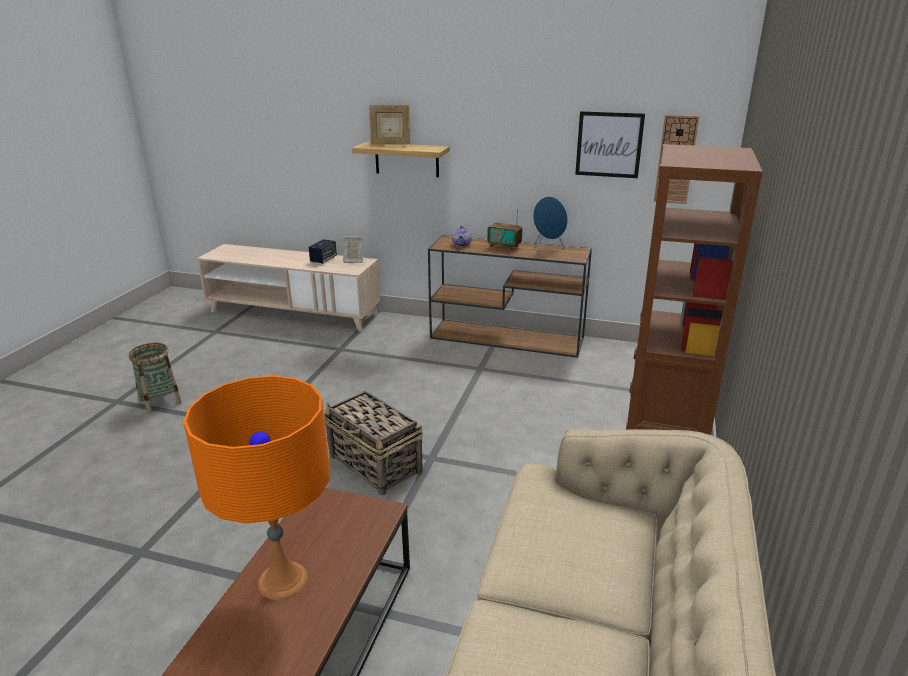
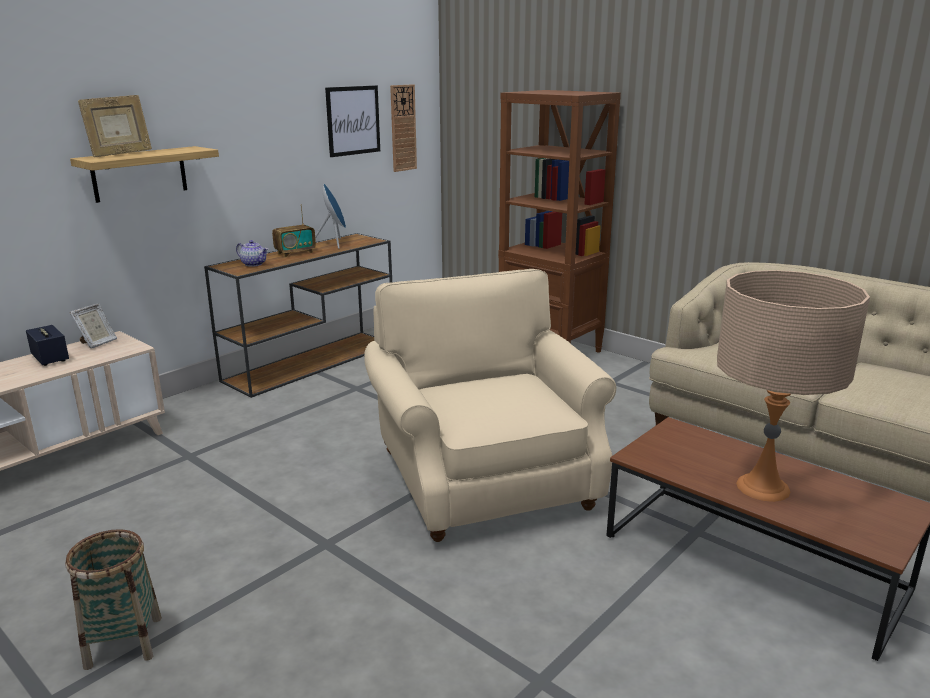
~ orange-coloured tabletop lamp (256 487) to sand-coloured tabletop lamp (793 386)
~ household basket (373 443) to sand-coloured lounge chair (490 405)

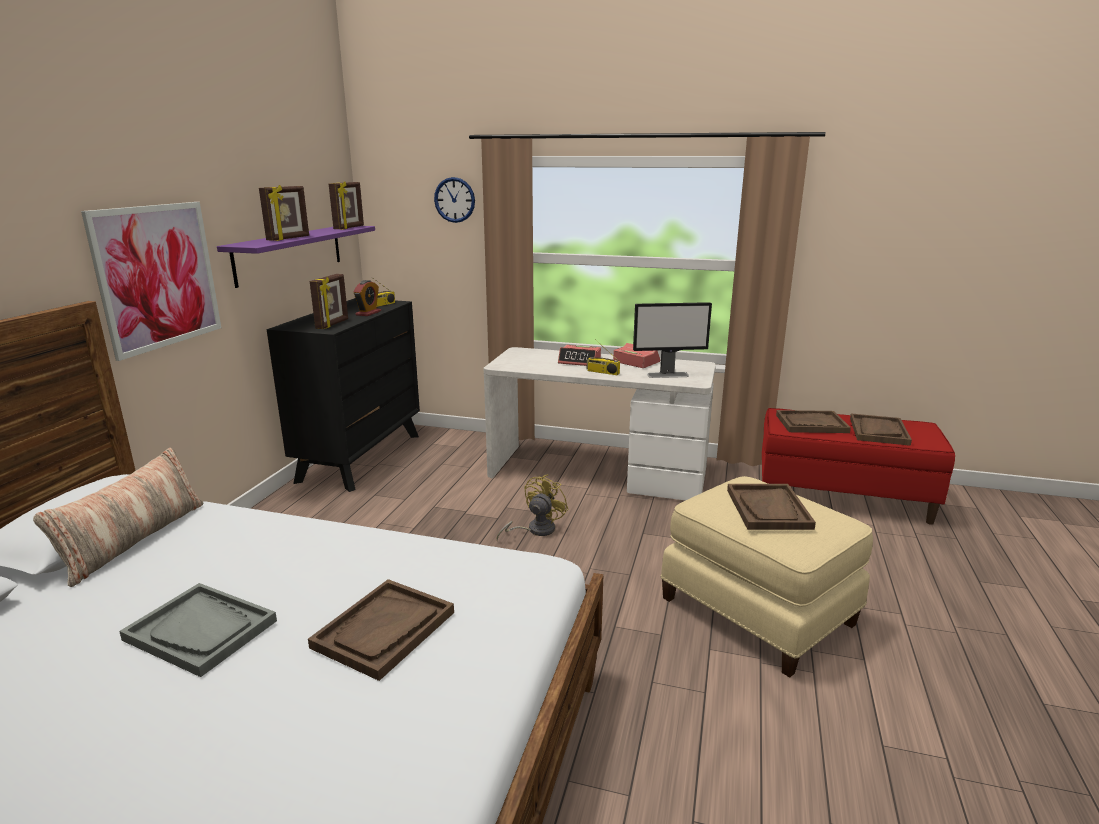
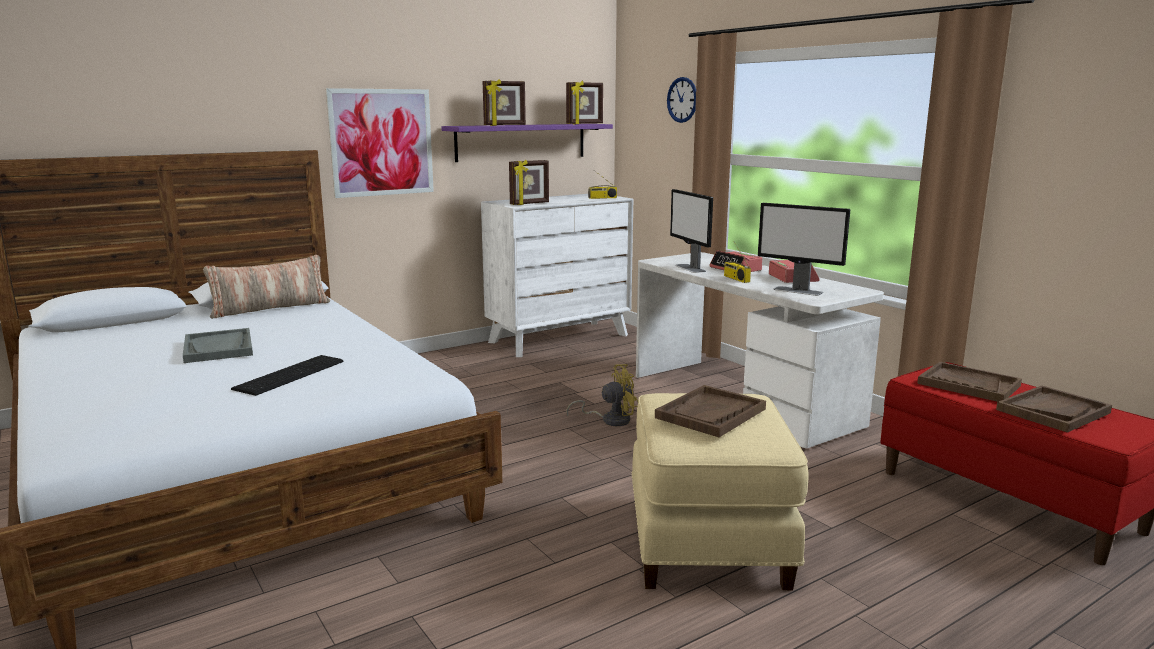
- table clock (367 298)
~ blackish drawer chest (343 395) to white drawer chest (557 275)
~ brownish serving tray (381 630) to keyboard (287 375)
+ monitor (691 231)

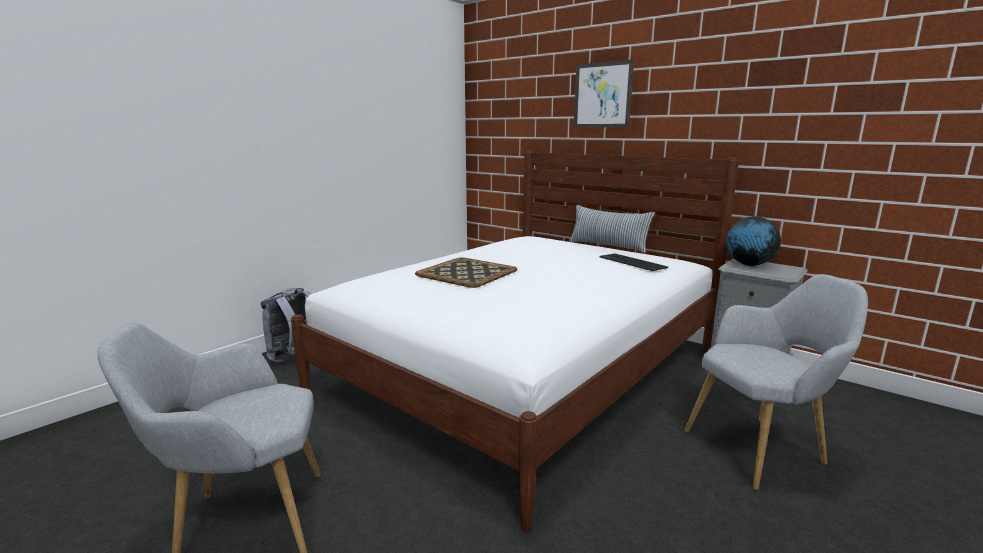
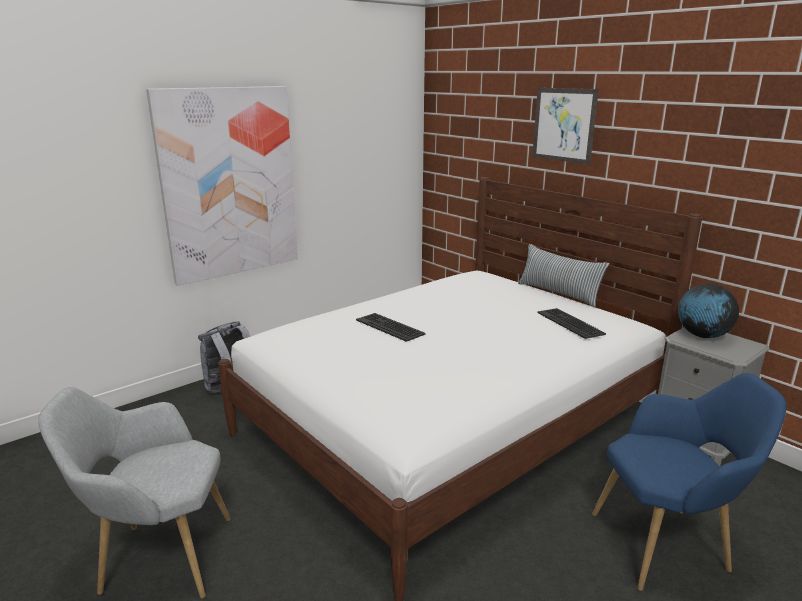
~ serving tray (466 272) to keyboard (390 327)
~ grey lounge chair (776 382) to bluish lounge chair (689 482)
+ wall art (222 186)

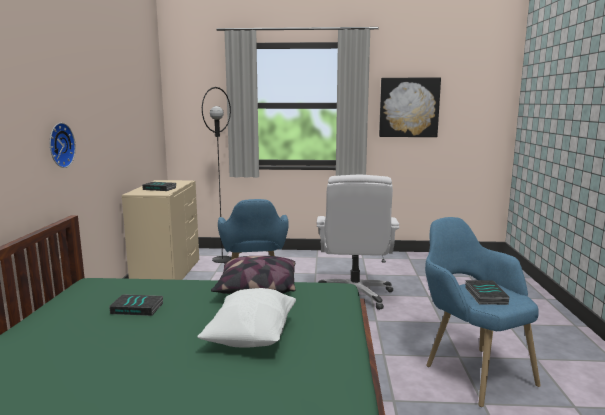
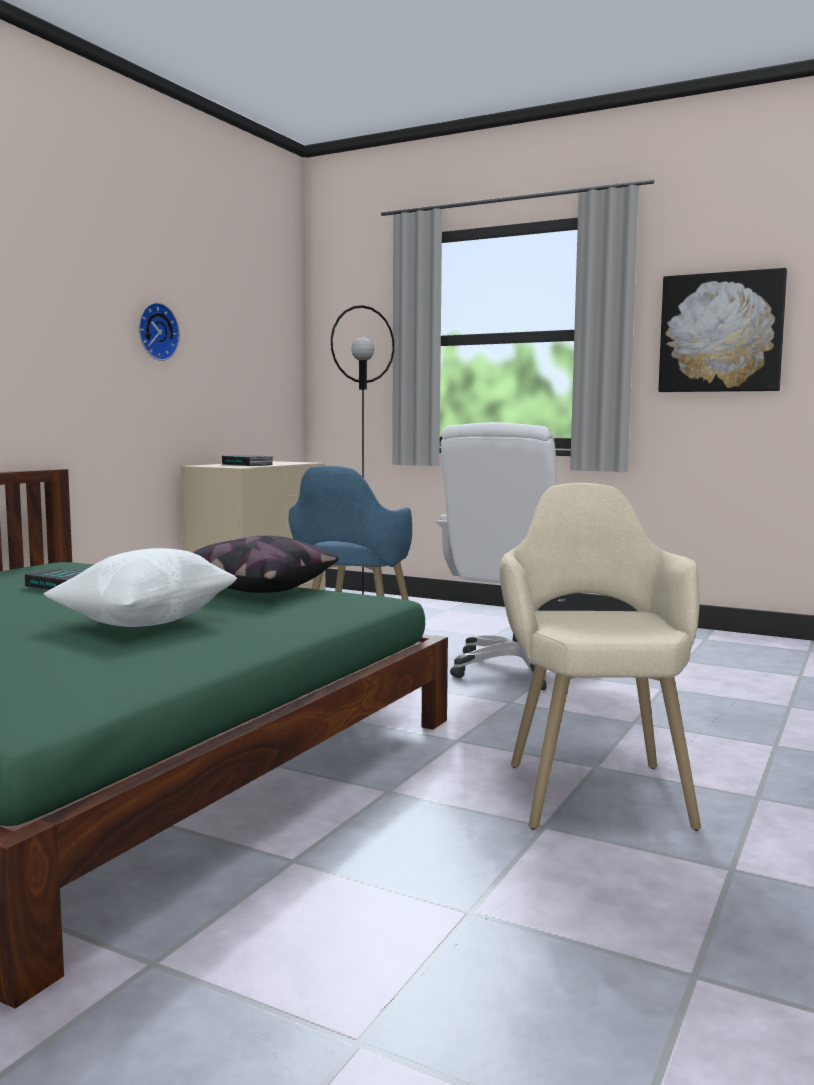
~ clock on the wall (63 145) to (159 331)
~ bluish lounge chair (483 312) to sand-coloured lounge chair (600 657)
- book (487 292)

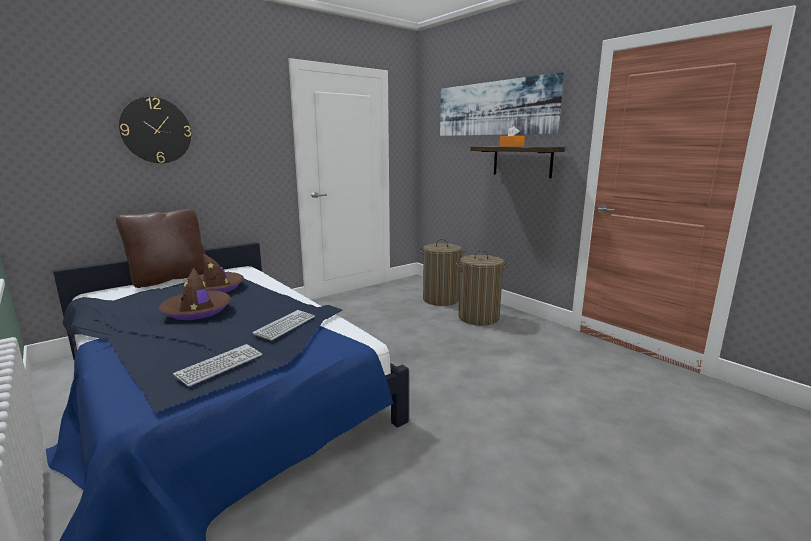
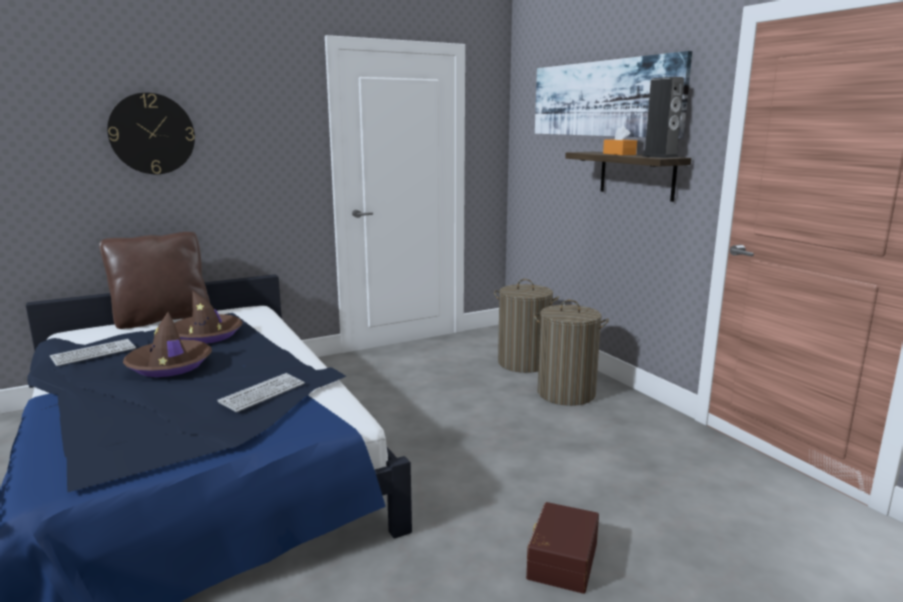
~ keyboard (217 365) to (93 352)
+ audio speaker (663 117)
+ brownish storage box (562 548)

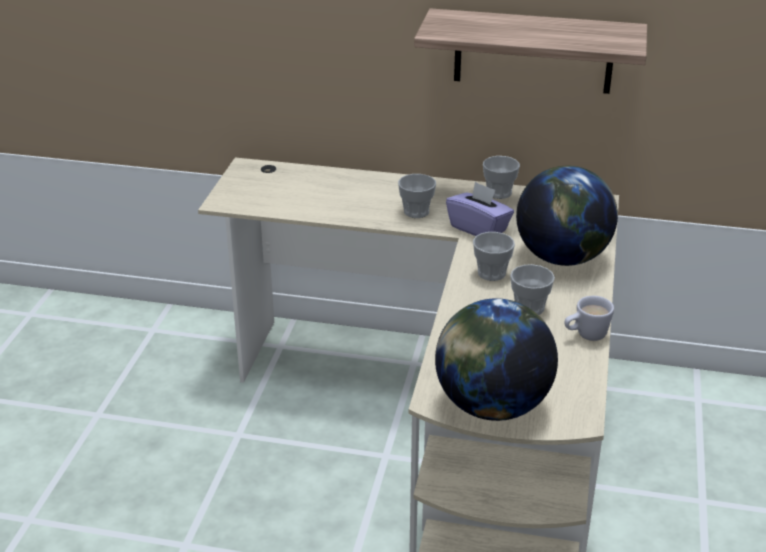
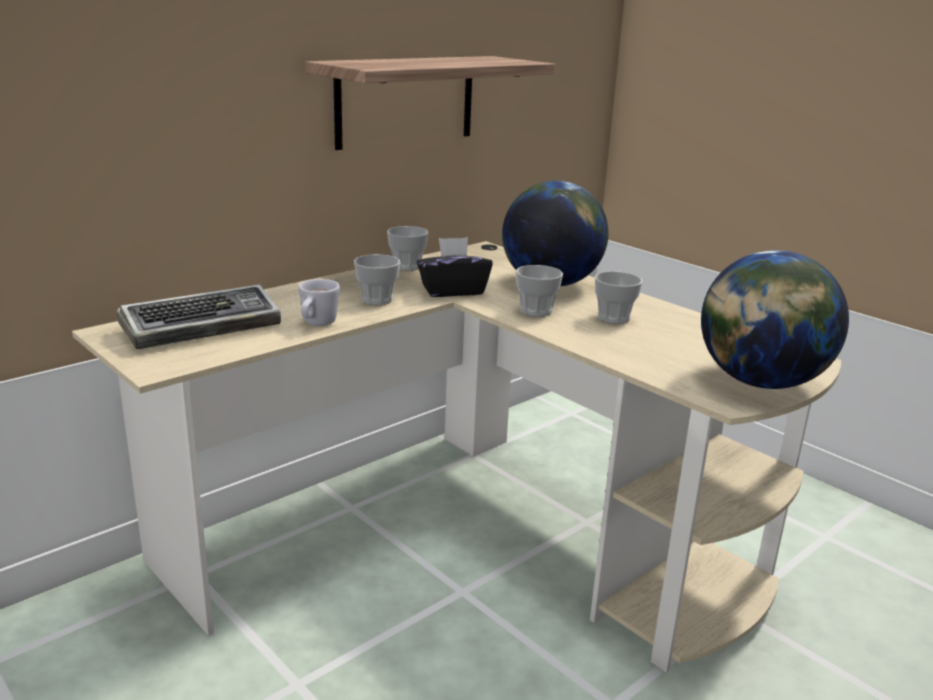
~ purple-coloured box of tissues (480 209) to blackish box of tissues (455 267)
~ white mug (589 318) to (319 302)
+ keyboard (199 317)

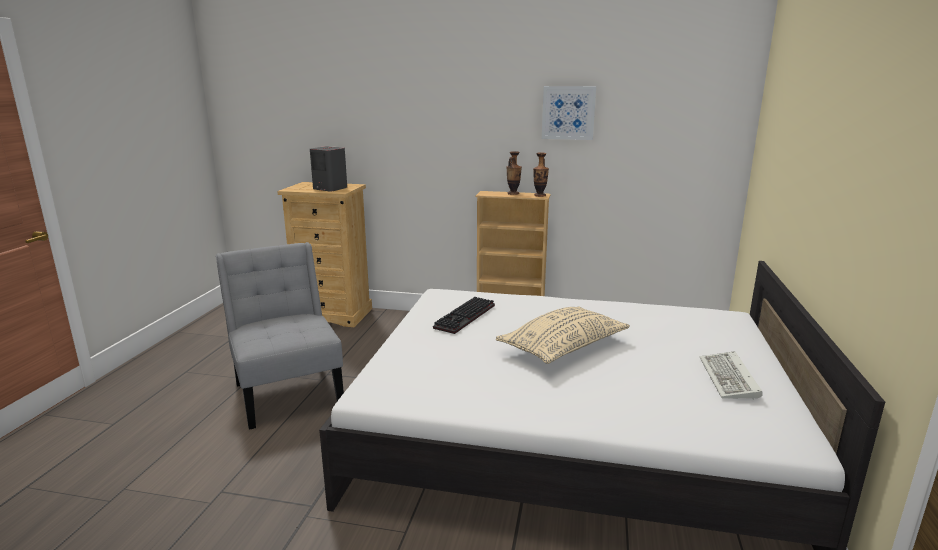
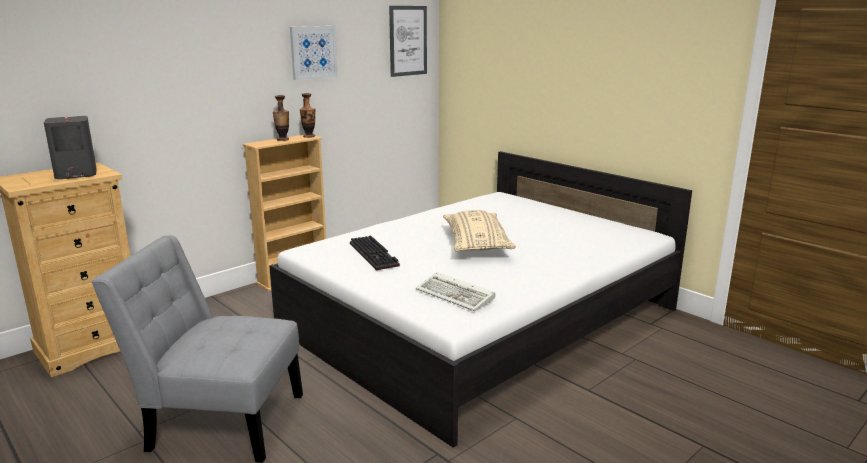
~ keyboard (731 375) to (456 291)
+ wall art (408 41)

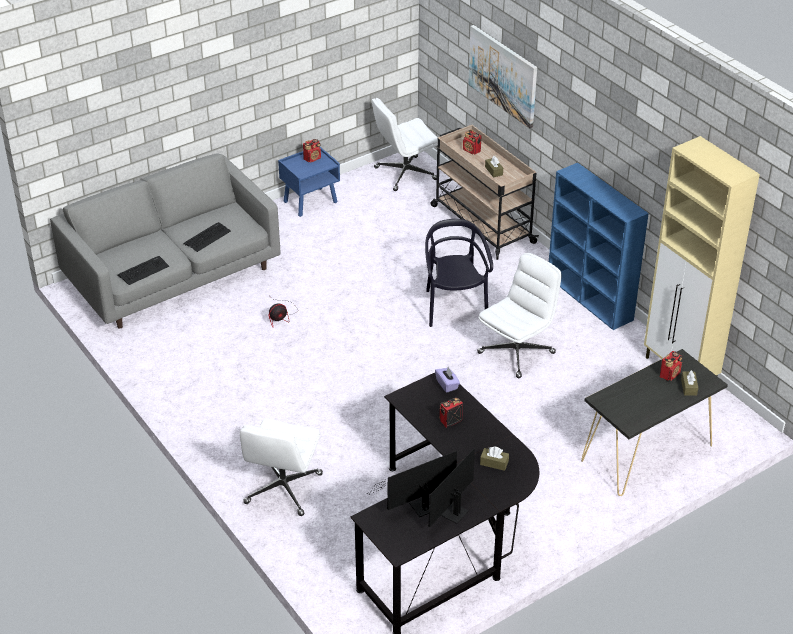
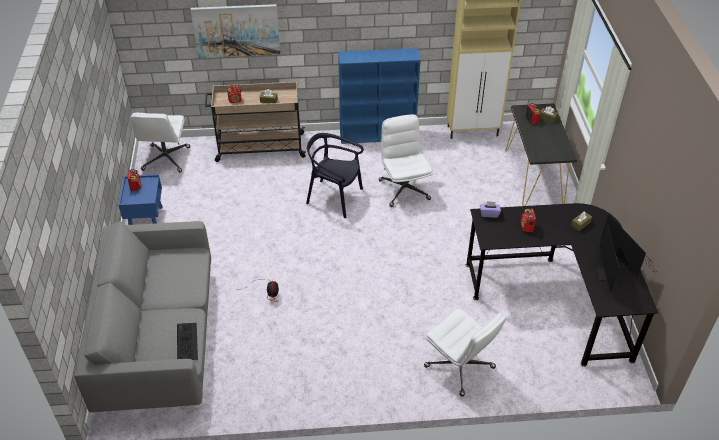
- keyboard (207 237)

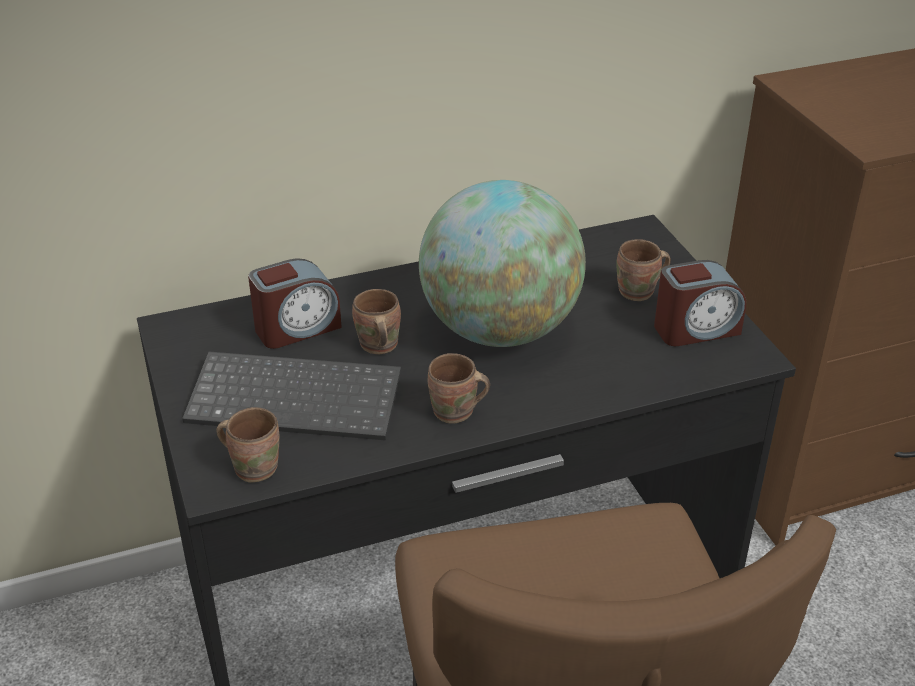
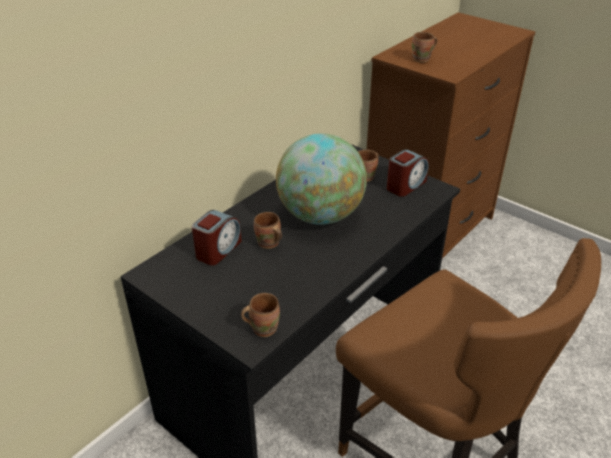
- keyboard (291 396)
~ brownish mug (459 388) to (424 47)

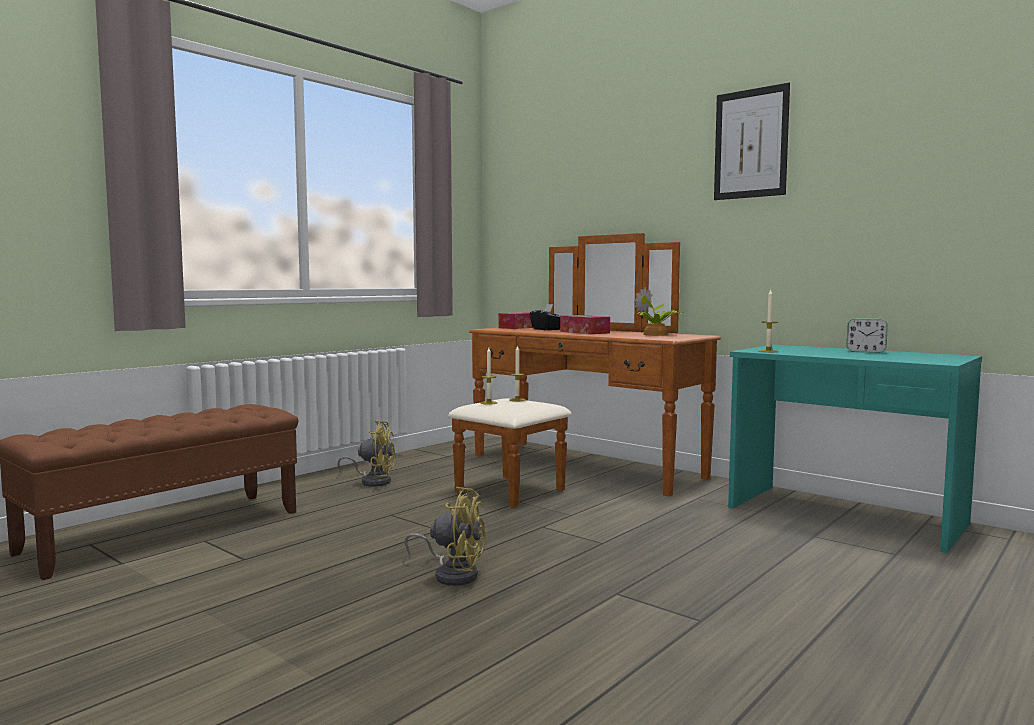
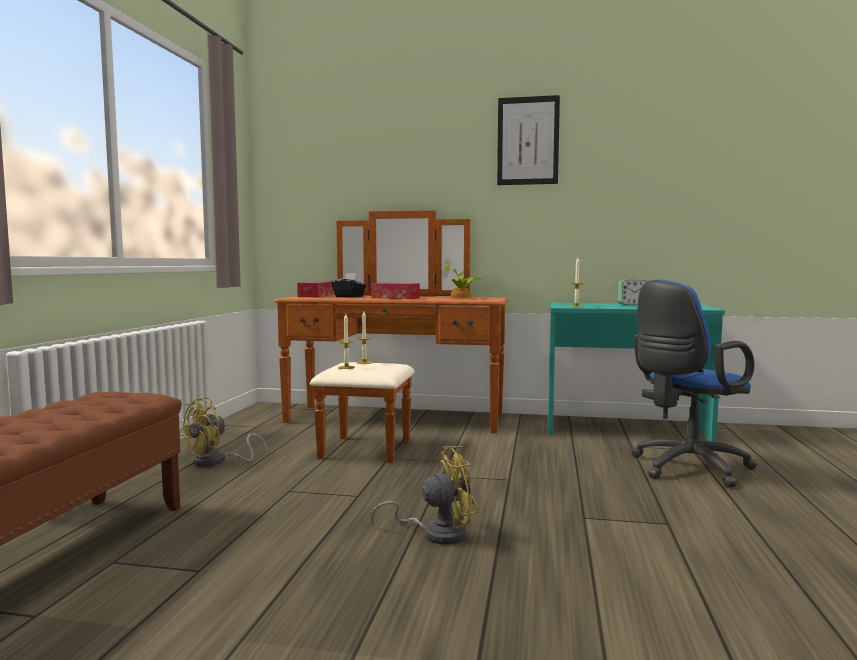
~ yellowish cooling fan (366 453) = (223 431) 150 degrees clockwise
+ bluish computer chair (694 383)

